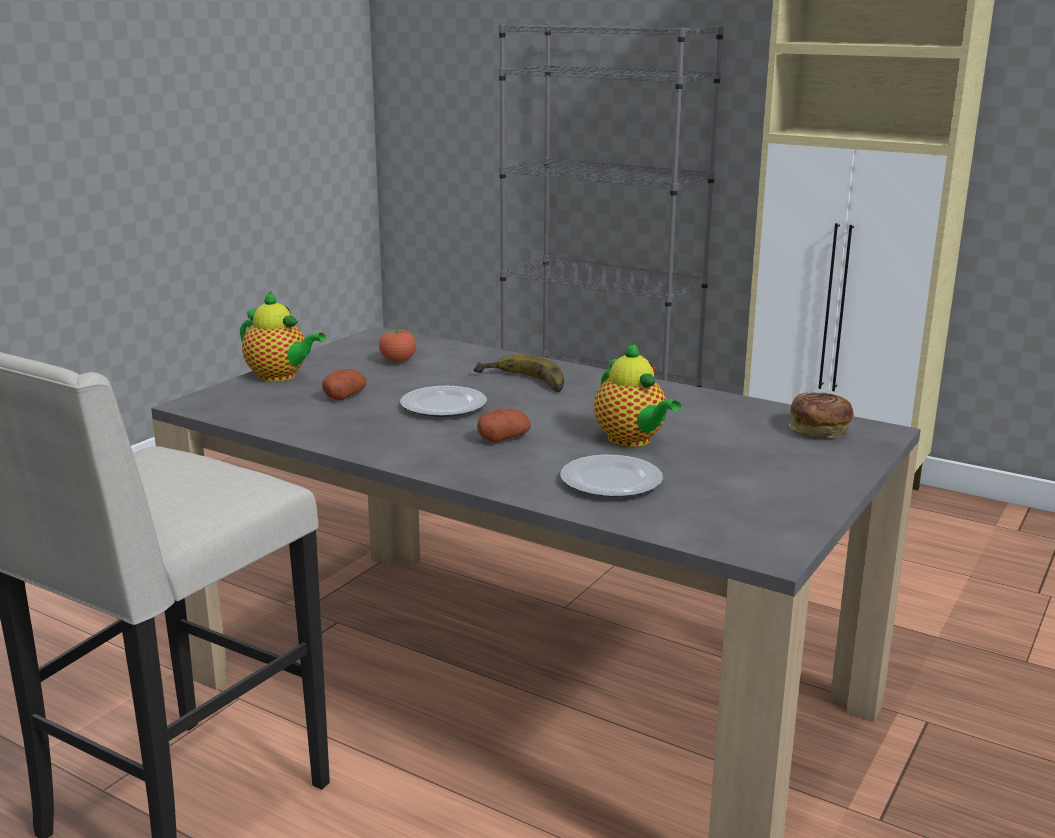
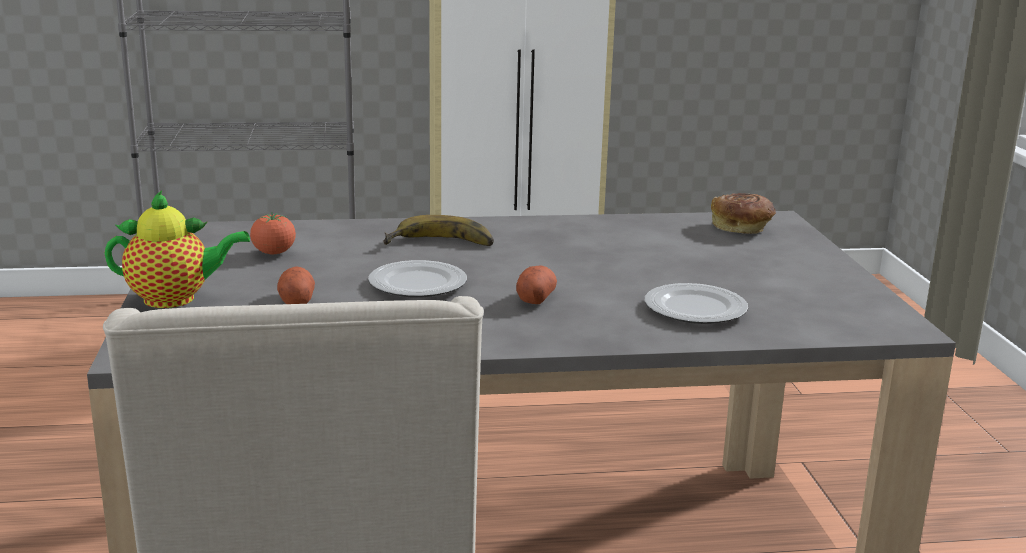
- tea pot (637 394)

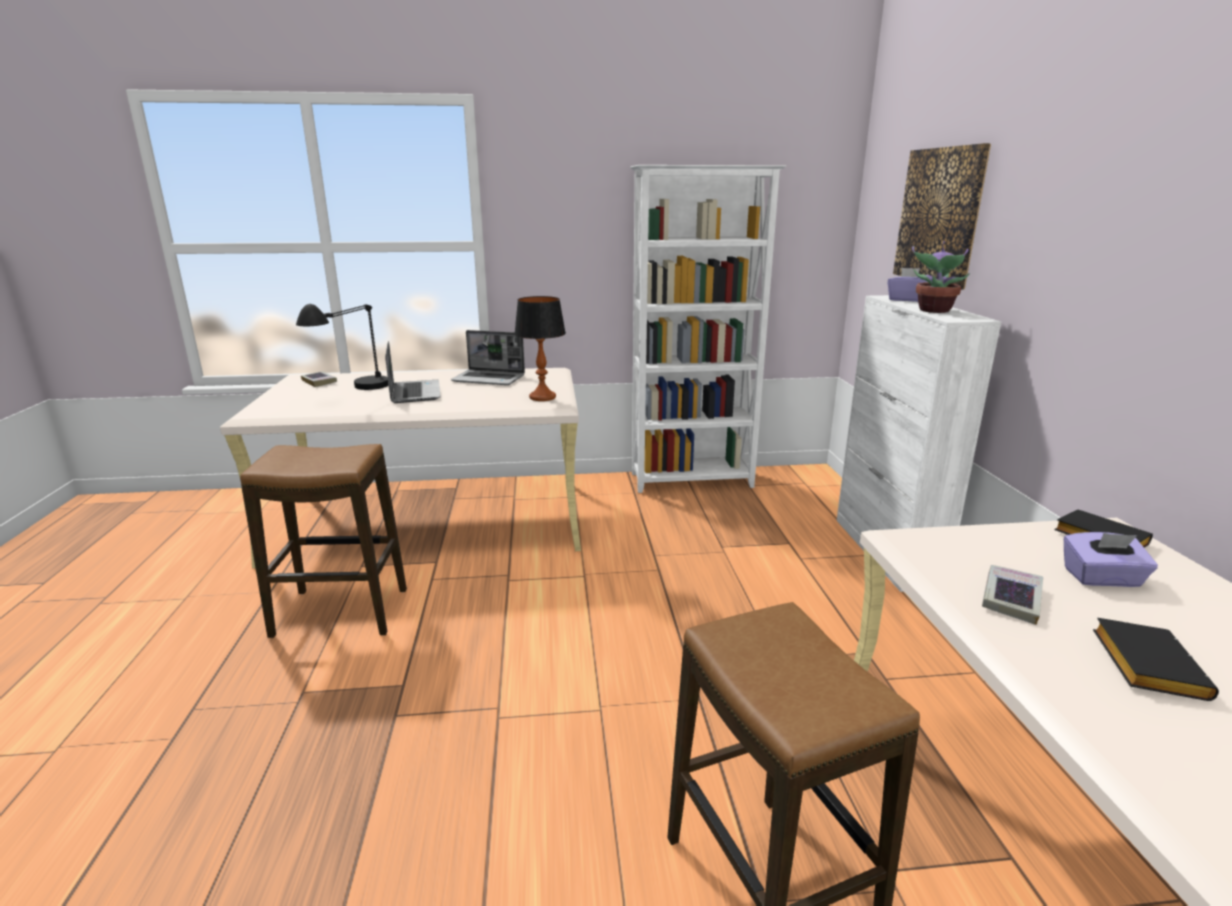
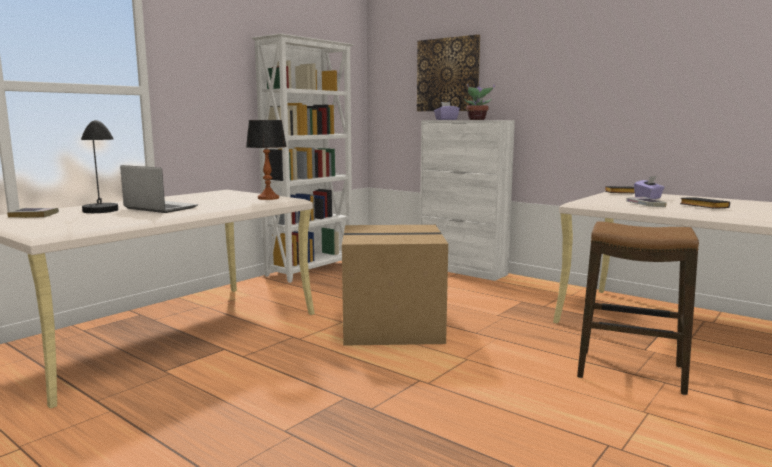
- laptop (488 357)
- stool seat (323 541)
+ cardboard box (395 285)

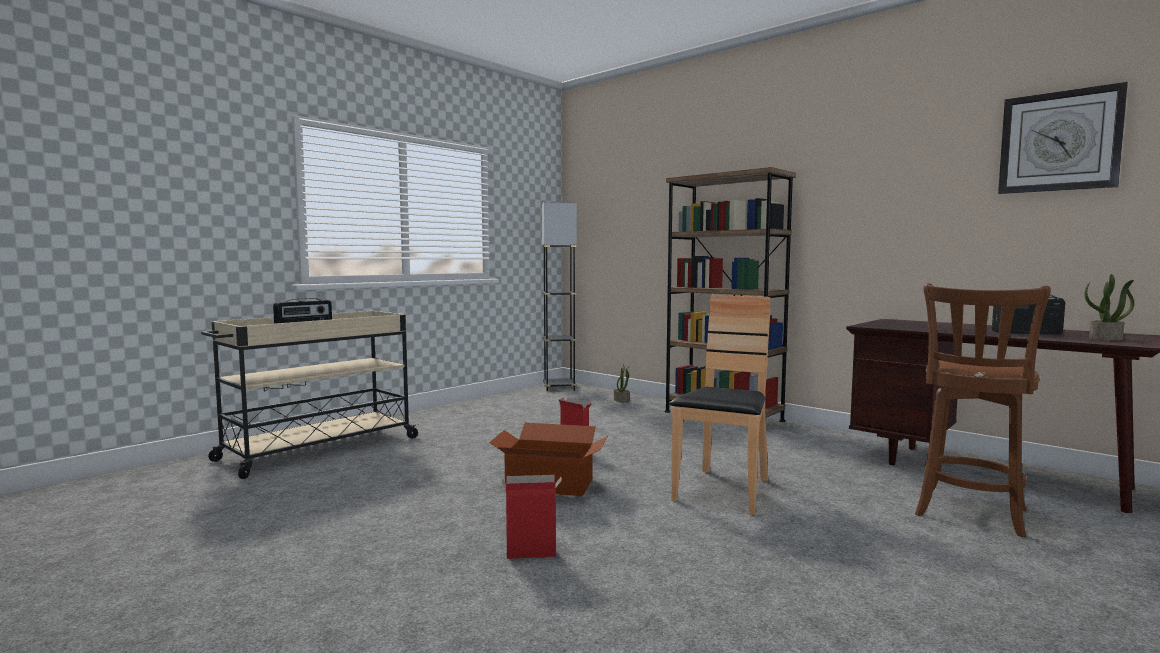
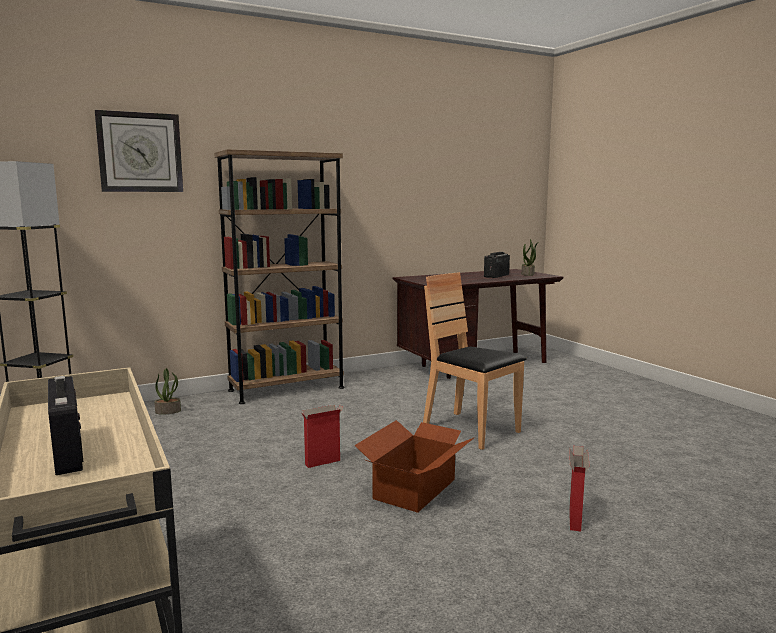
~ clock on the wall (1063 138) to (139 151)
- brownish stool seat (983 410)

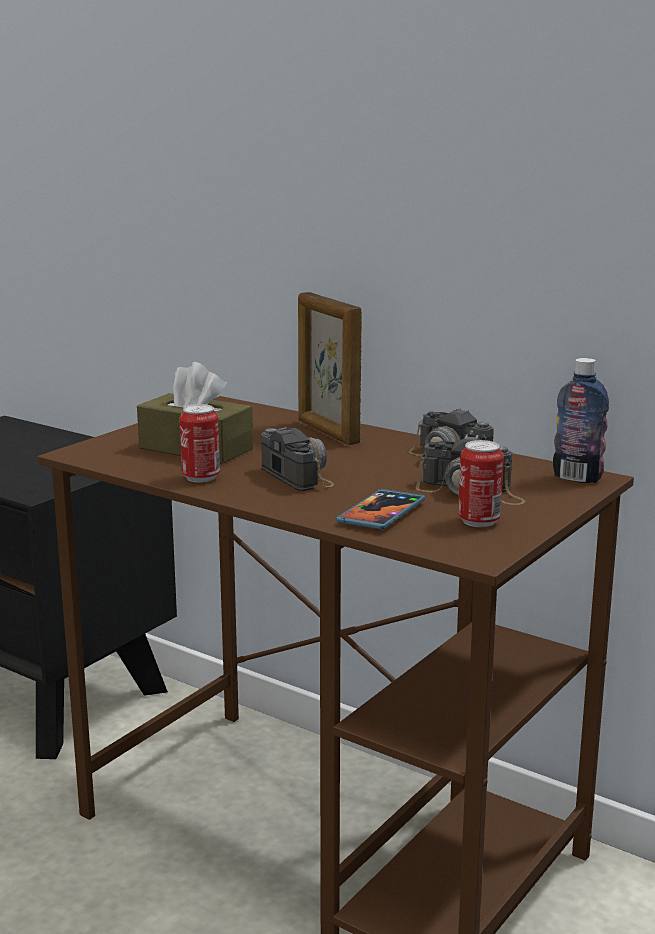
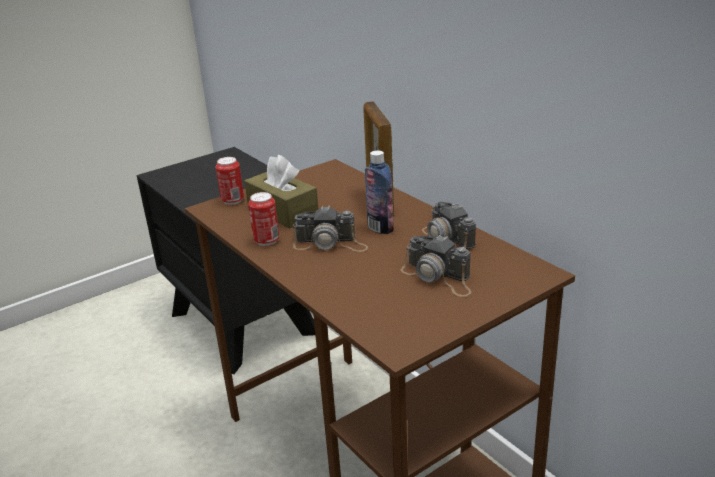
~ bottle (581 420) to (379 192)
~ photo camera (297 459) = (330 229) 105 degrees clockwise
~ metal can (481 483) to (230 181)
- telephone (380 509)

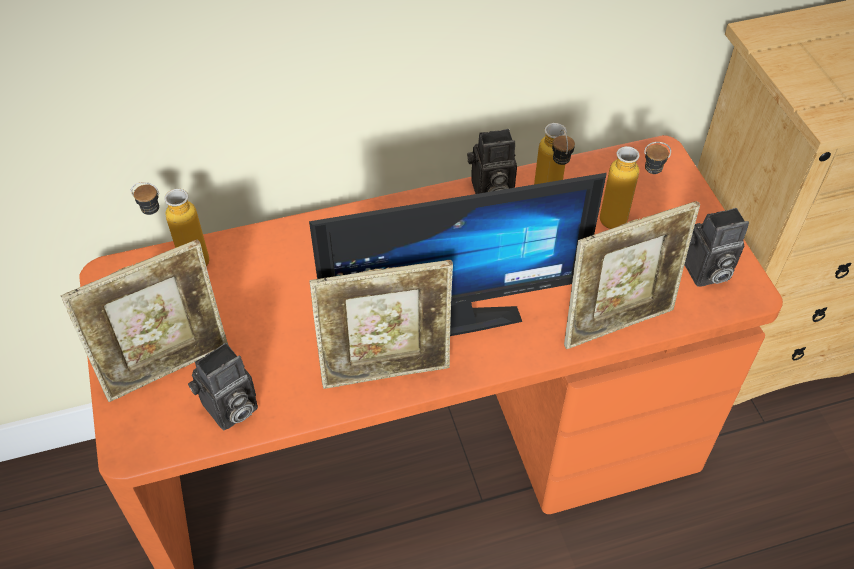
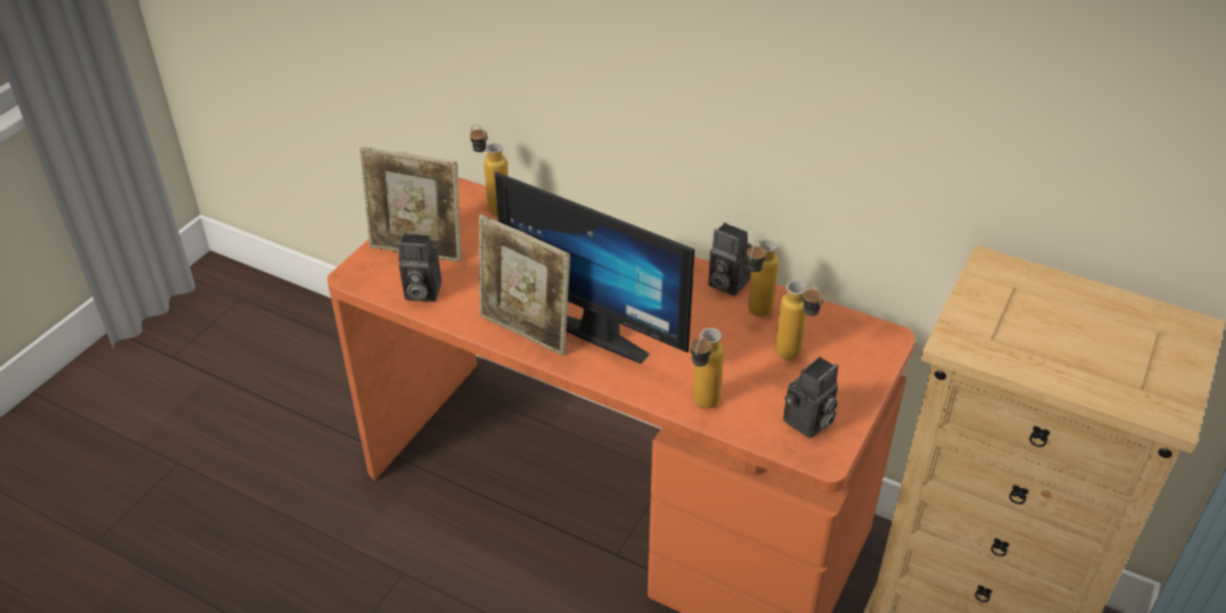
~ picture frame (632 275) to bottle (707 368)
~ photo camera (717 247) = (810 397) 75 degrees counterclockwise

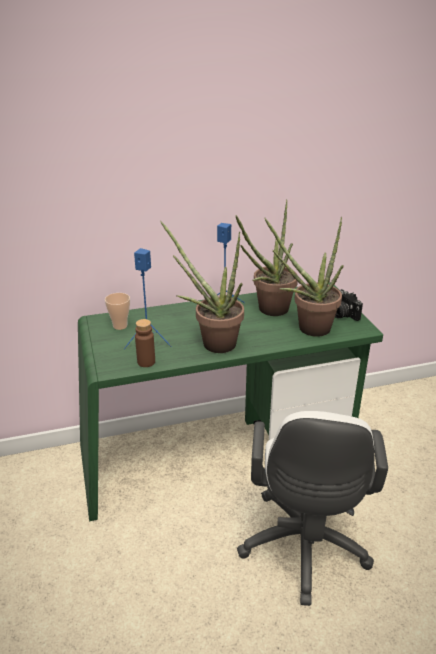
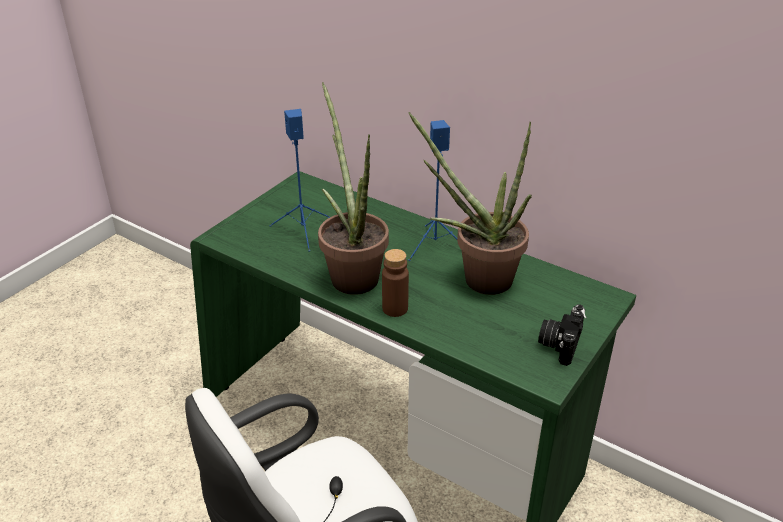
- plant in a pot (304 277)
- cup (117 311)
~ brownish bottle (145 343) to (395 283)

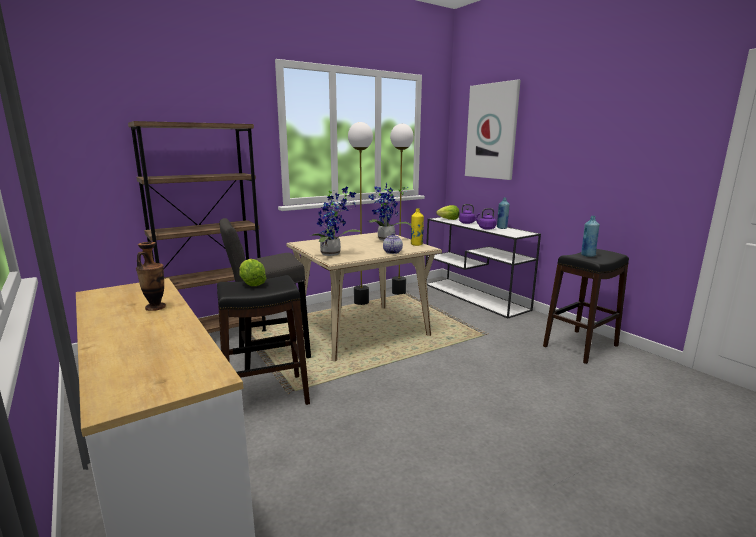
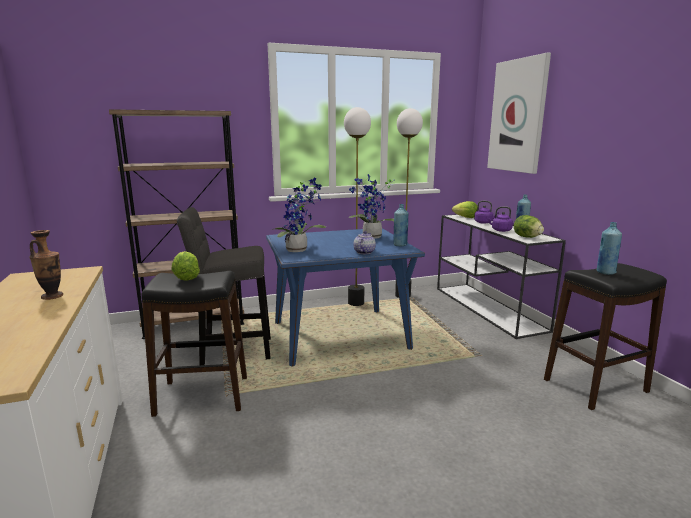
~ yellowish bottle (417 227) to bluish bottle (400 225)
~ sand-coloured dining table (364 296) to bluish dining table (345 297)
+ lettuce head (529 226)

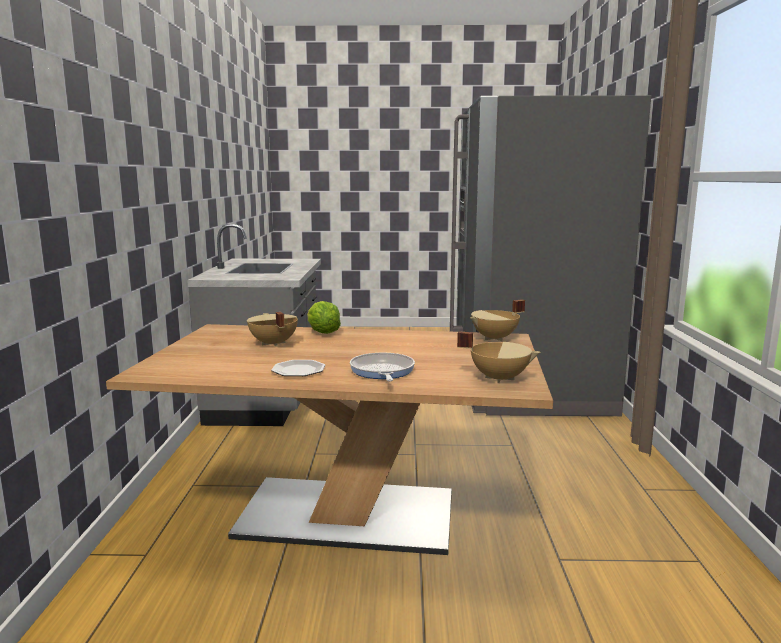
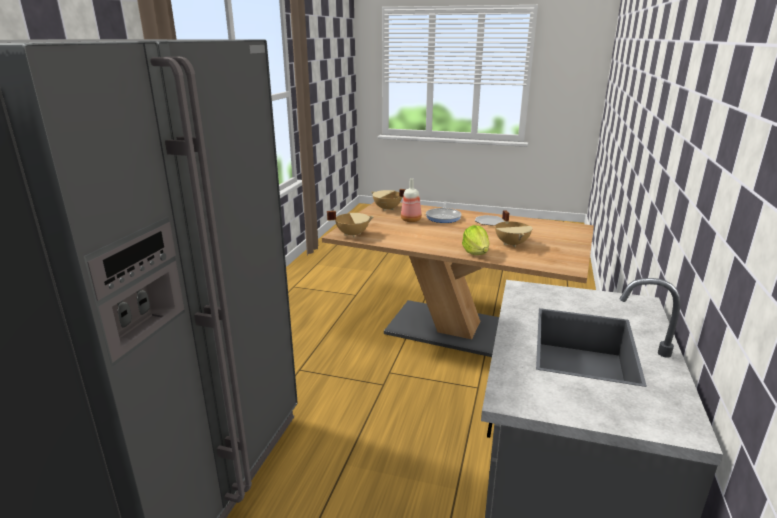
+ bottle (411 200)

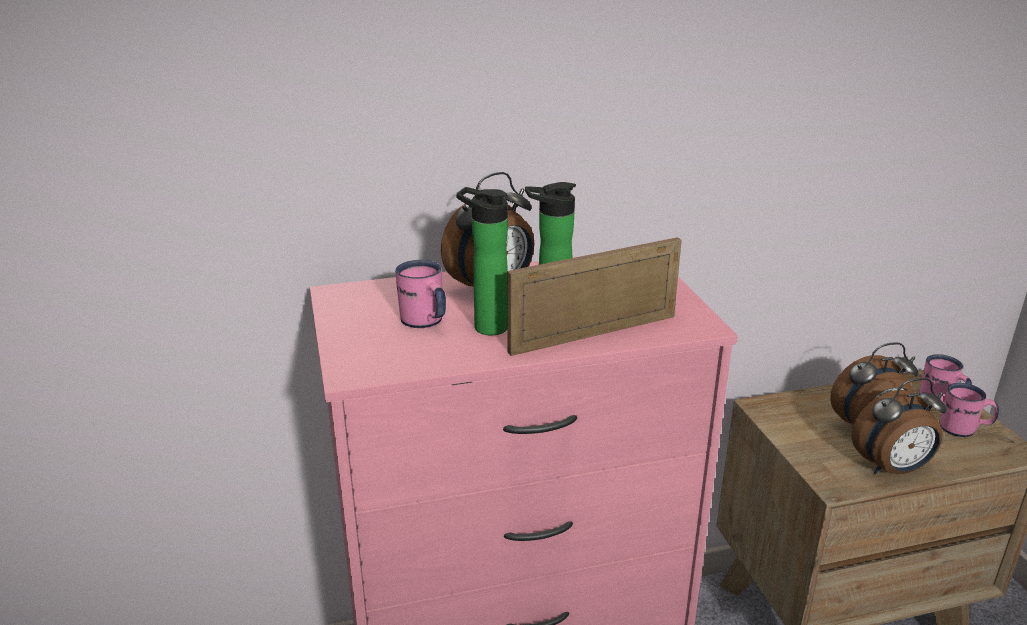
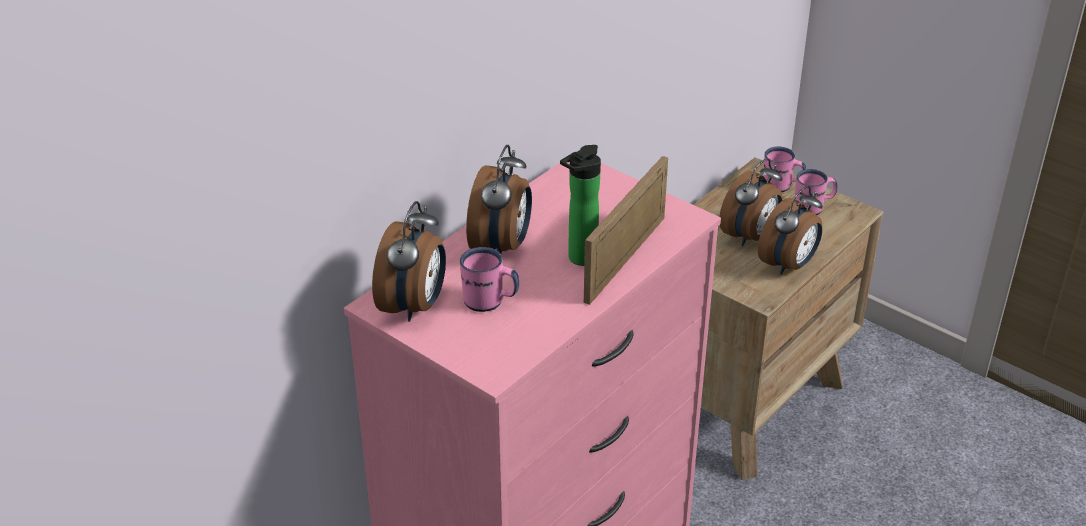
- bottle (482 261)
+ table clock (409 261)

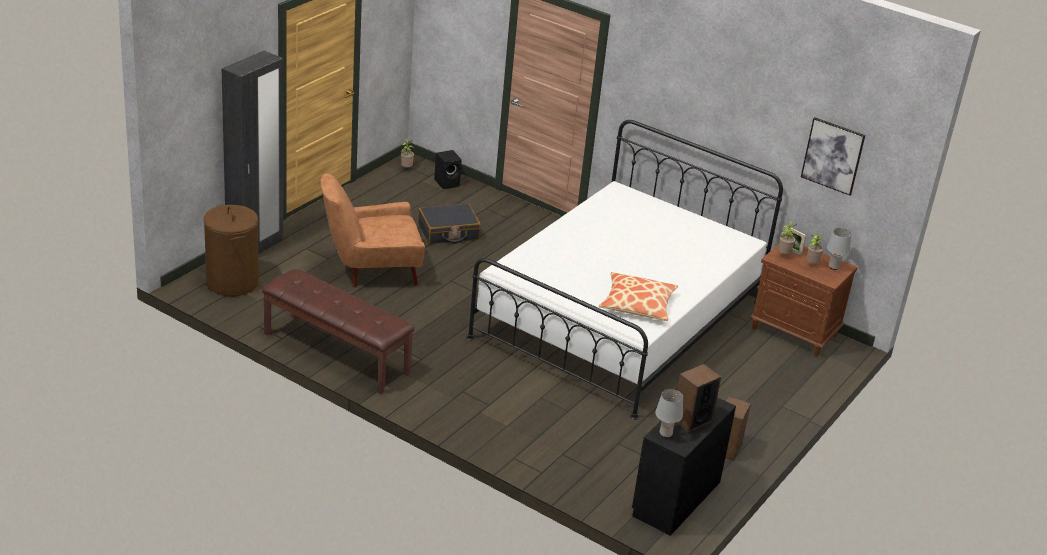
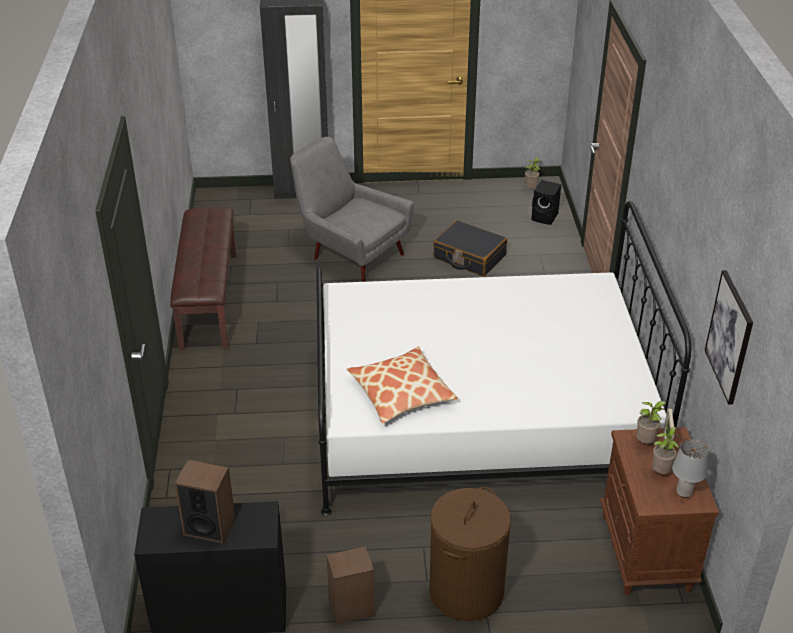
~ brownish lounge chair (373 230) to grey lounge chair (352 209)
~ brownish laundry basket (231 250) to (470 554)
- grey tabletop lamp (669 413)

